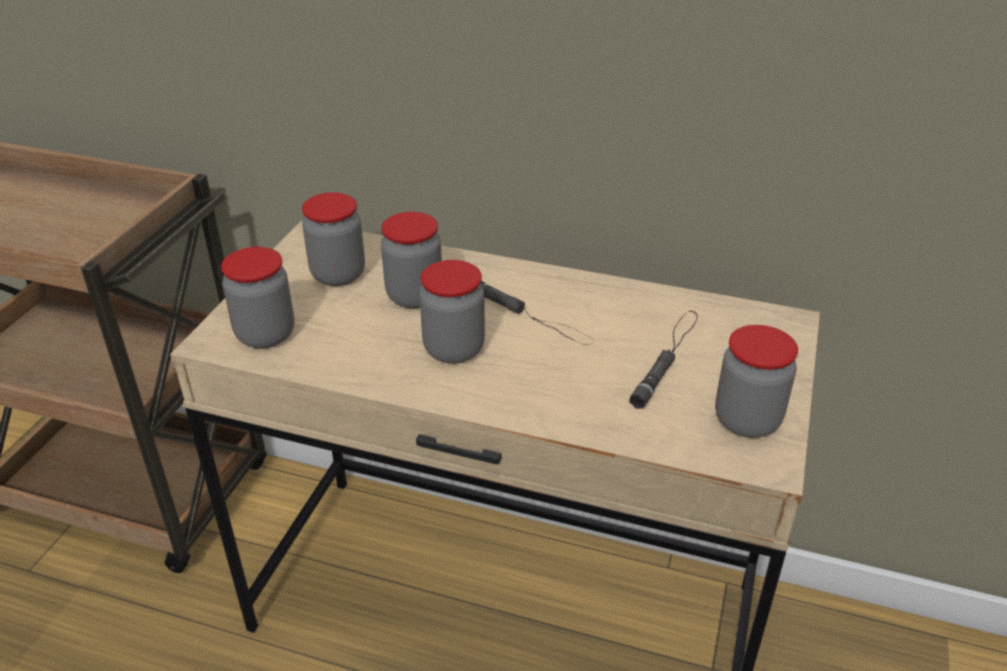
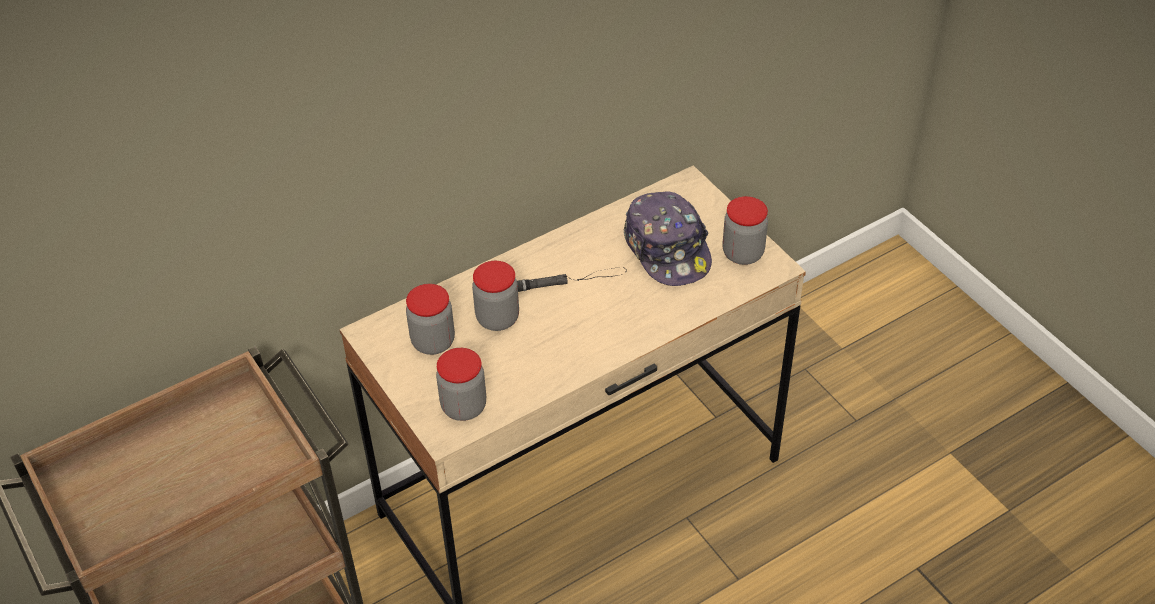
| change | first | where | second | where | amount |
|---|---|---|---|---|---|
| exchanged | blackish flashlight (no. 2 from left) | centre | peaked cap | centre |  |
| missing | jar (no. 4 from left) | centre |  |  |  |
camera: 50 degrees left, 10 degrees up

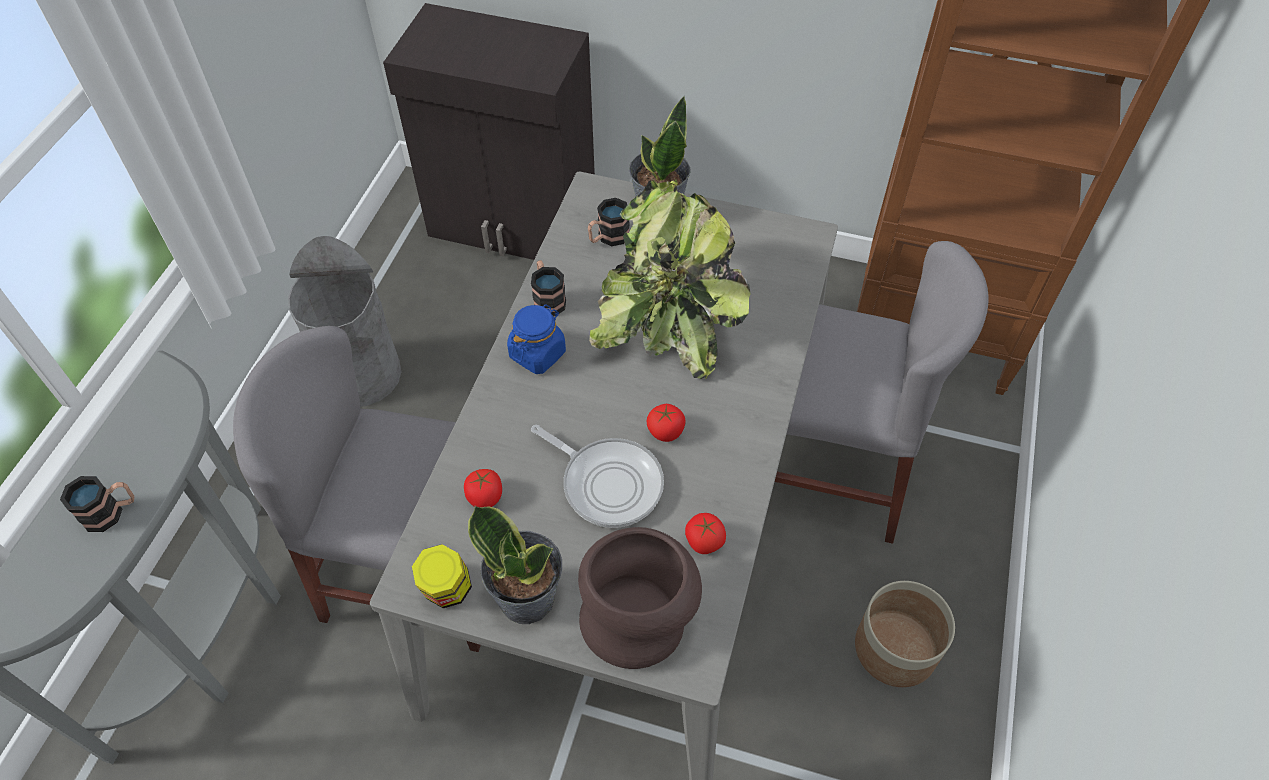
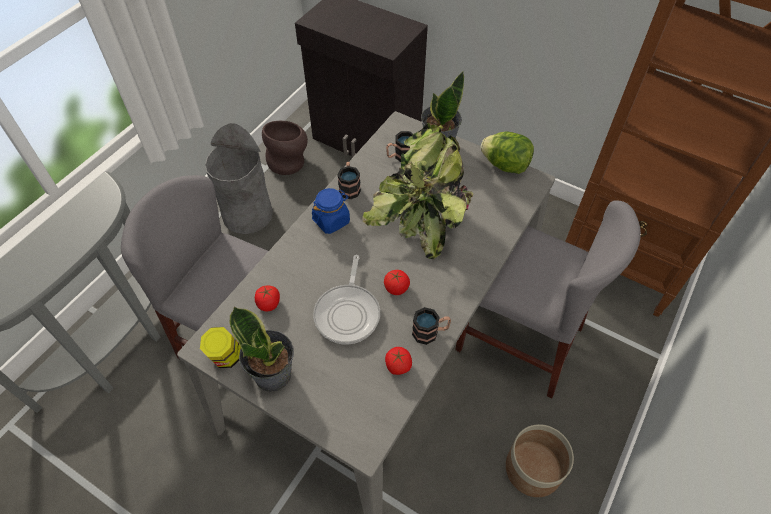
| change | first | where | second | where | amount |
|---|---|---|---|---|---|
| relocated | brown-coloured vase | bottom centre |  | top centre |  |
| spun | frying pan | centre |  | centre | 45 degrees clockwise |
| relocated | tea mug (no. 1 from left in the first image) | middle left | tea mug (no. 3 from left) | centre |  |
| appeared |  |  | lettuce | top centre |  |
camera: 15 degrees right, 0 degrees up

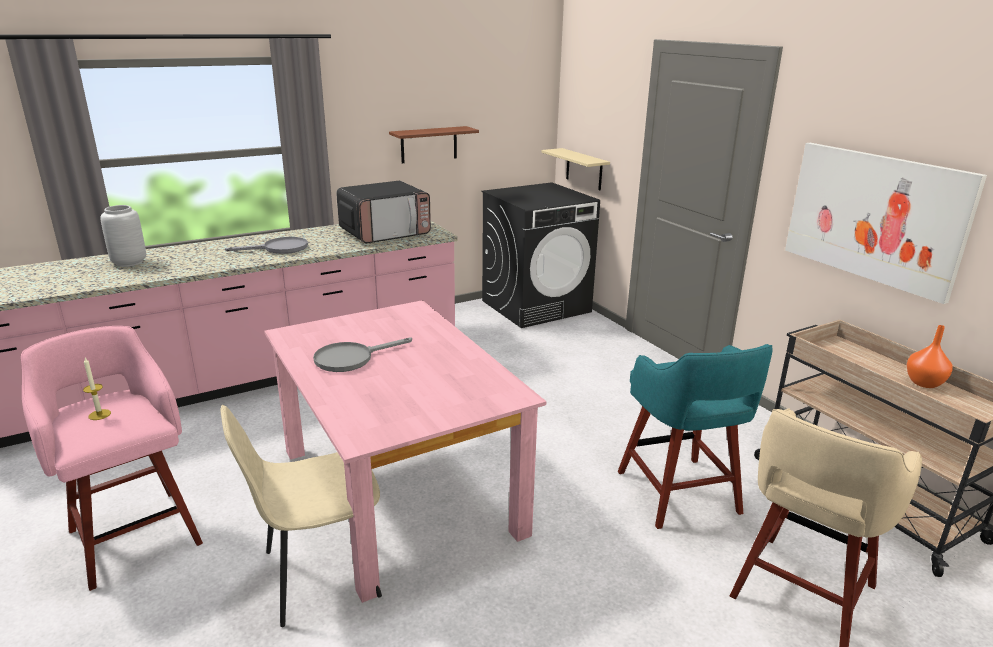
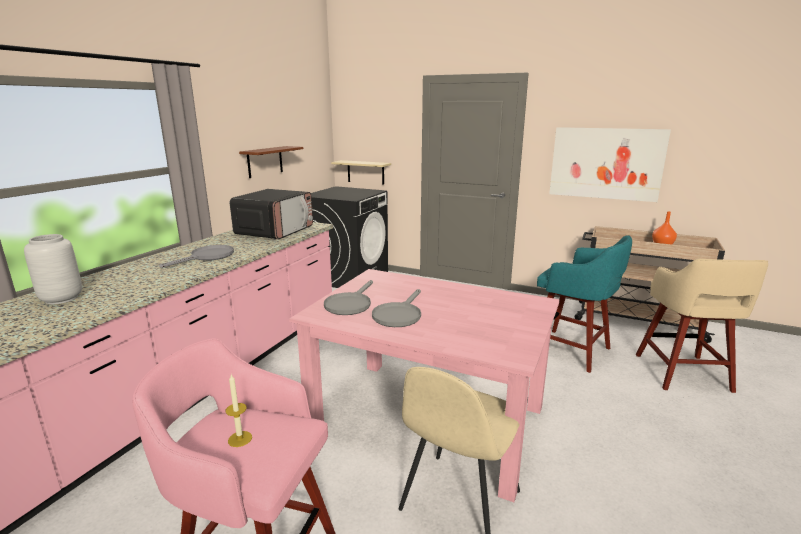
| change | first | where | second | where | amount |
|---|---|---|---|---|---|
| appeared |  |  | gray frying pan (no. 2 from left) | centre |  |
camera: 35 degrees left, 5 degrees down

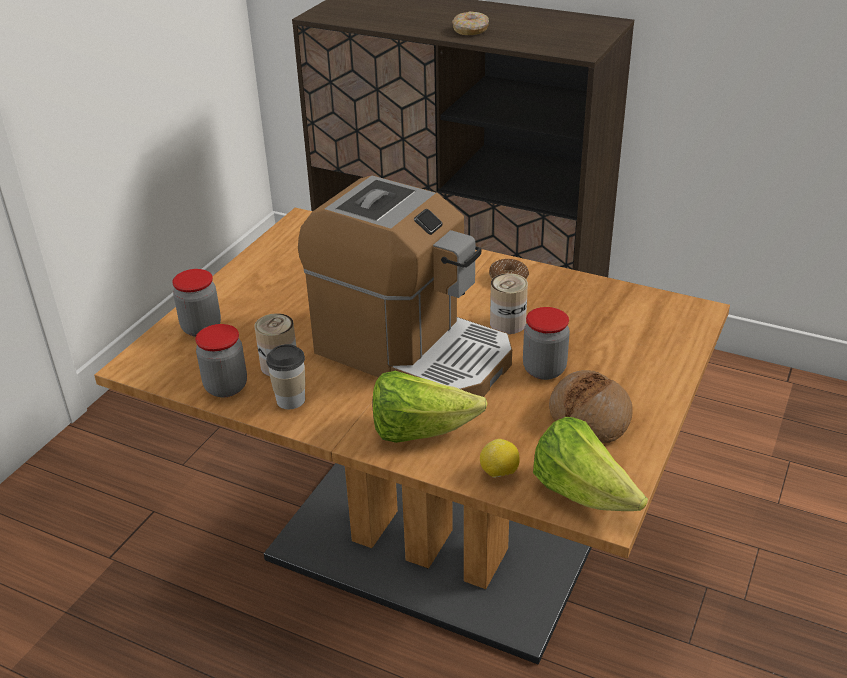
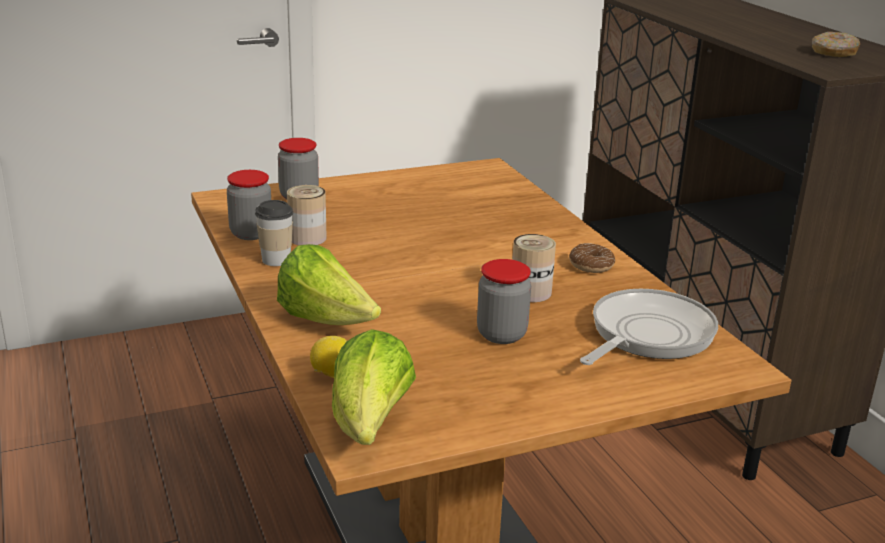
| change | first | where | second | where | amount |
|---|---|---|---|---|---|
| appeared |  |  | frying pan | middle right |  |
| relocated | ring doughnut (no. 1 from left in the first image) | top centre | ring doughnut (no. 2 from left) | top right |  |
| missing | coffee maker | centre |  |  |  |
| missing | baked bread | middle right |  |  |  |
camera: 40 degrees right, 10 degrees down

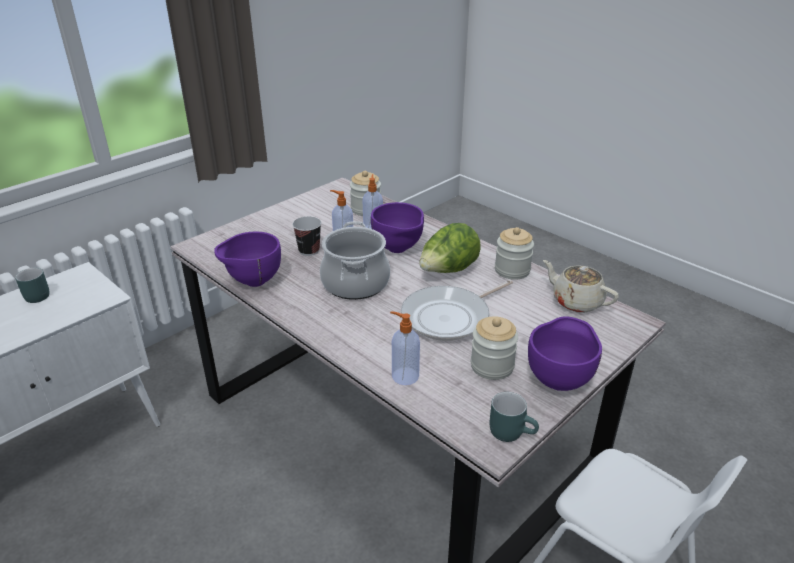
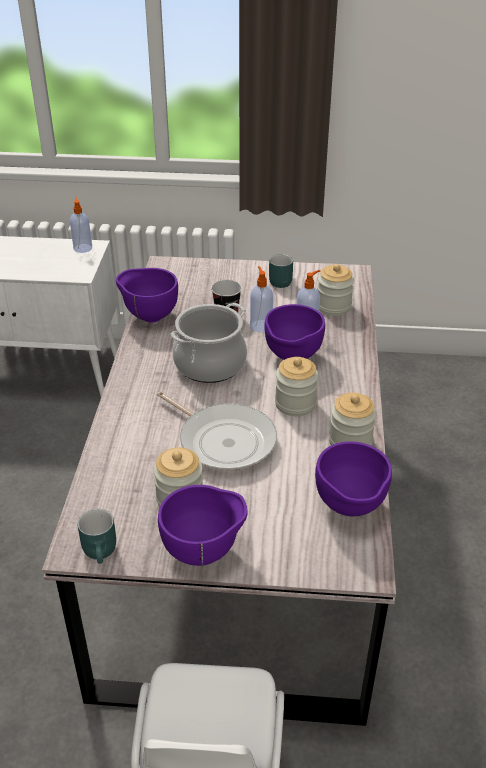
| change | first | where | second | where | amount |
|---|---|---|---|---|---|
| relocated | liquid soap bottle (no. 3 from left in the first image) | centre | liquid soap bottle (no. 1 from left) | top left |  |
| spun | frying pan | centre |  | centre | 150 degrees counterclockwise |
| relocated | blue-green tea mug (no. 1 from left in the first image) | middle left | blue-green tea mug (no. 2 from left) | centre |  |
| exchanged | lettuce | centre | jar (no. 2 from left) | centre |  |
| exchanged | beige-coloured tea pot | middle right | purple deep dish (no. 4 from left) | middle right |  |
camera: 50 degrees right, 5 degrees up

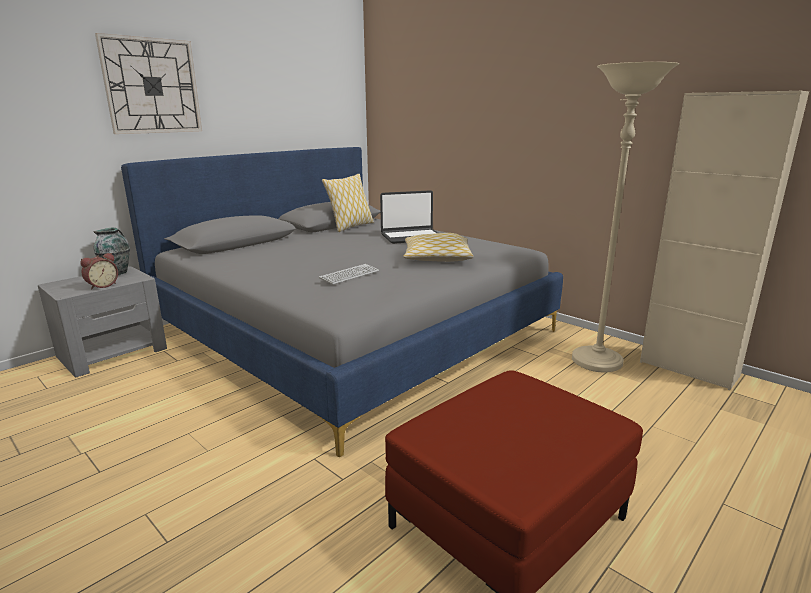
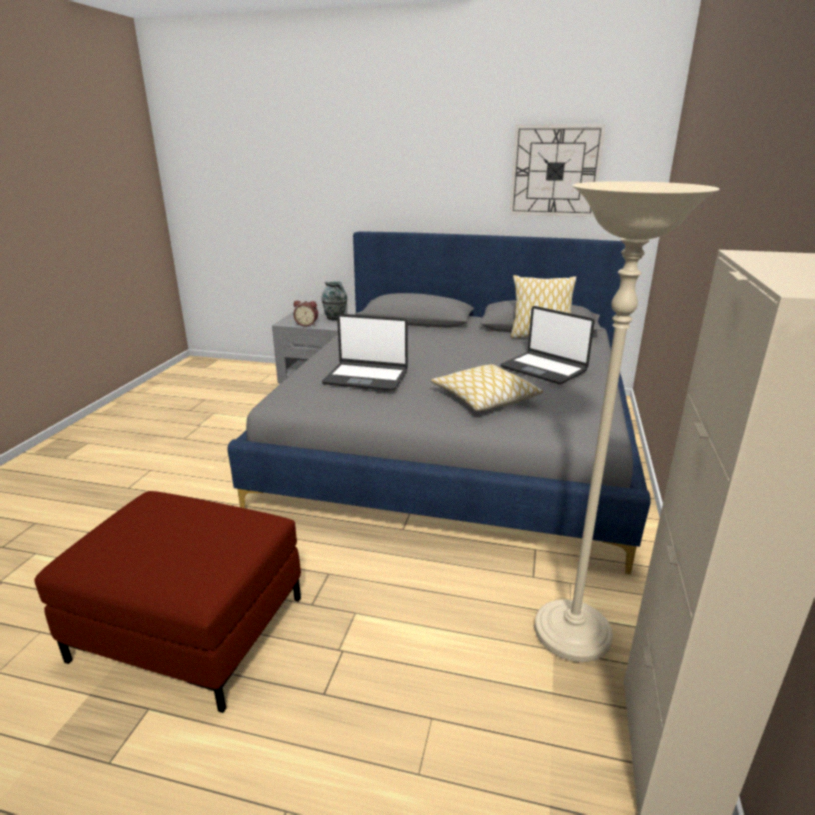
| change | first | where | second | where | amount |
|---|---|---|---|---|---|
| exchanged | keyboard | centre | portable computer (no. 1 from left) | centre |  |
| relocated | clock on the wall | top left |  | top right |  |
camera: 60 degrees right, 5 degrees up

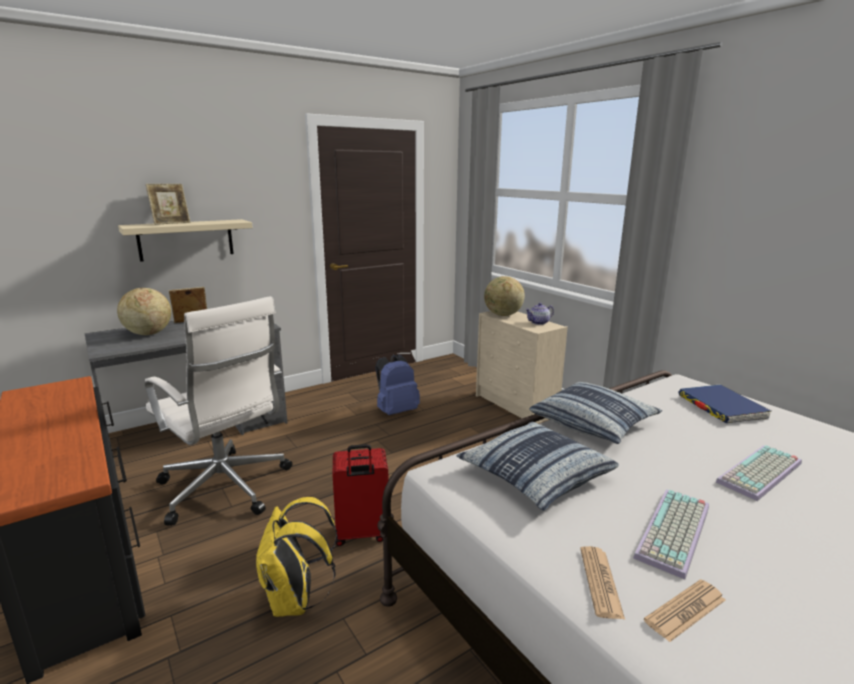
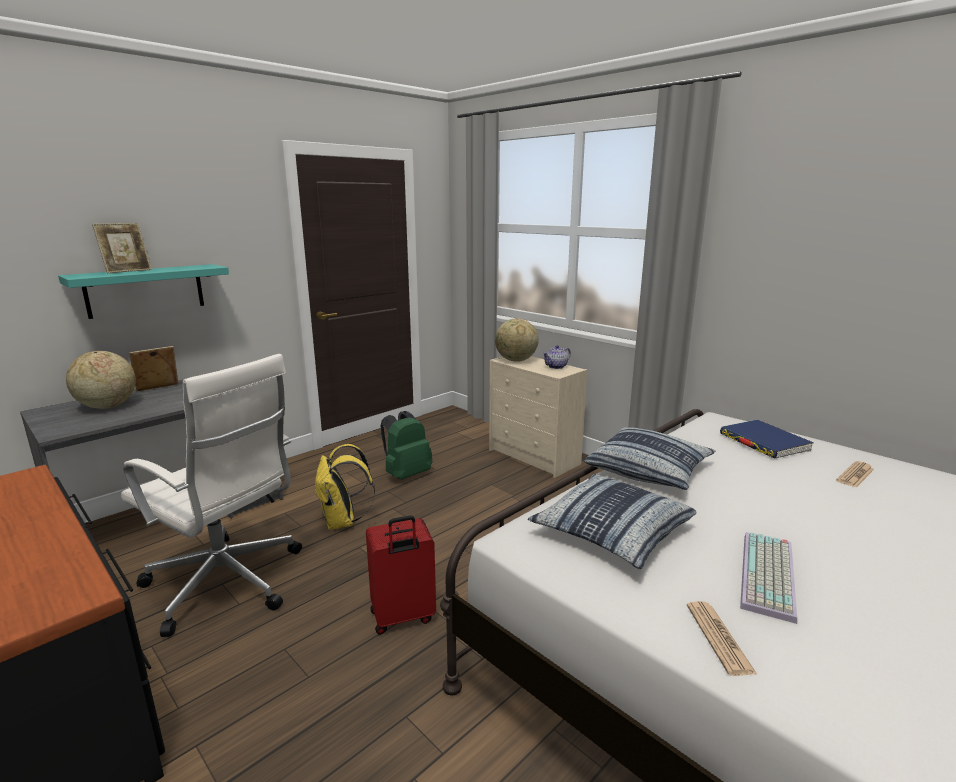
| change | first | where | second | where | amount |
|---|---|---|---|---|---|
| colour | beige-coloured shelf | middle left | blue-green shelf | middle left |  |
| relocated | yellowish backpack | bottom centre |  | centre |  |
| colour | blue-coloured backpack | centre | green-coloured backpack | centre |  |
| relocated | daily paper (no. 2 from left) | bottom right |  | middle right |  |
| missing | keyboard (no. 2 from left) | bottom right |  |  |  |
camera: 10 degrees left, 0 degrees up

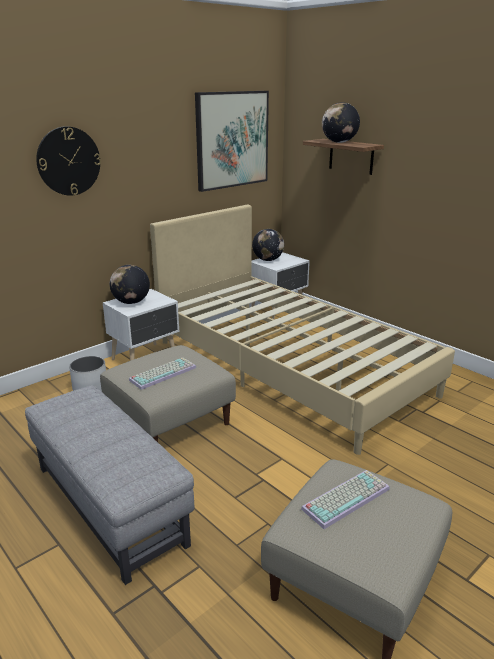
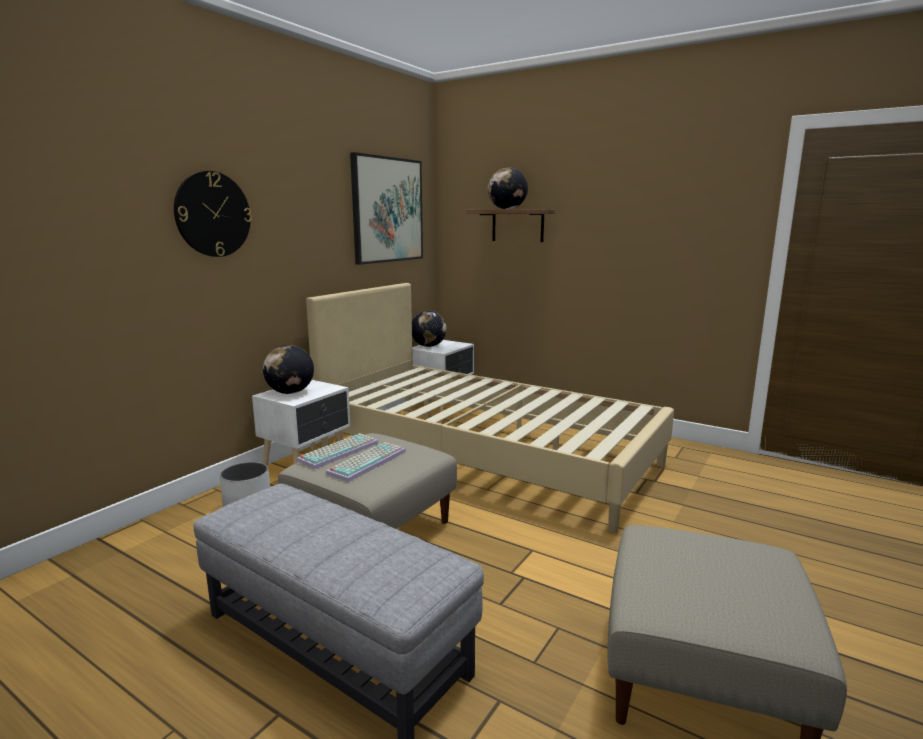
| change | first | where | second | where | amount |
|---|---|---|---|---|---|
| relocated | keyboard (no. 2 from left in the first image) | bottom right | keyboard (no. 1 from left) | centre |  |
camera: 15 degrees left, 10 degrees down

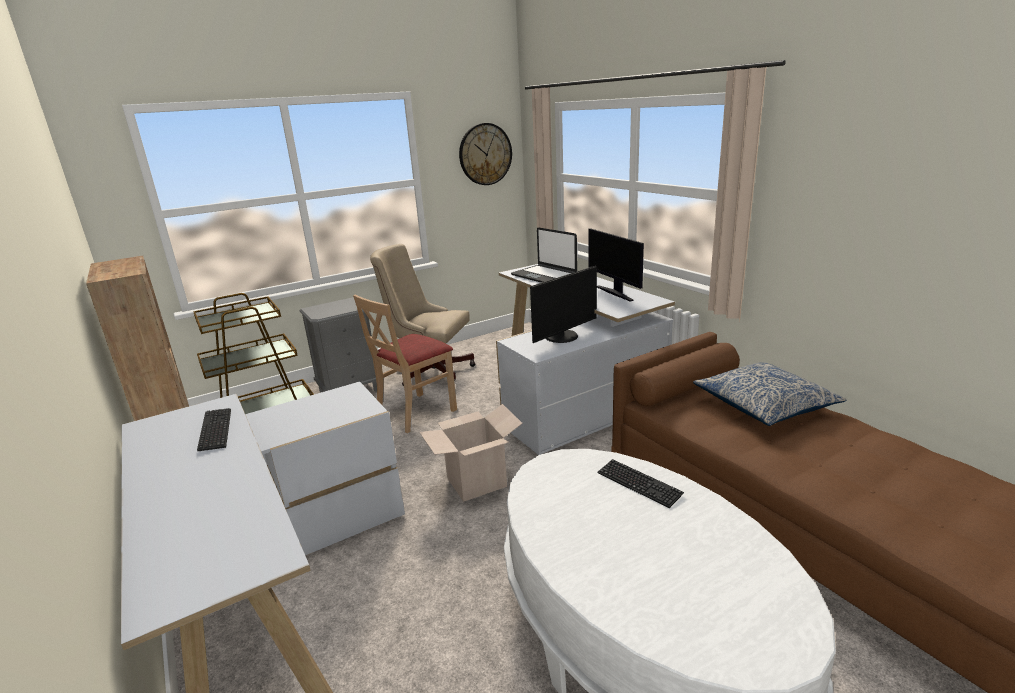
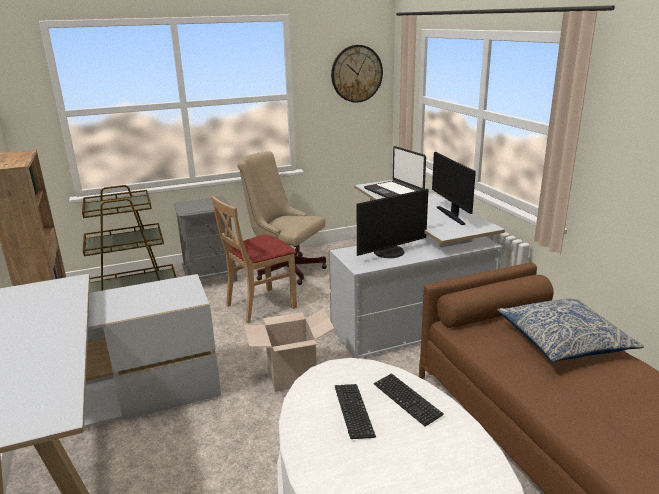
| change | first | where | second | where | amount |
|---|---|---|---|---|---|
| relocated | keyboard (no. 1 from left) | middle left |  | bottom centre |  |
camera: 10 degrees right, 0 degrees up

